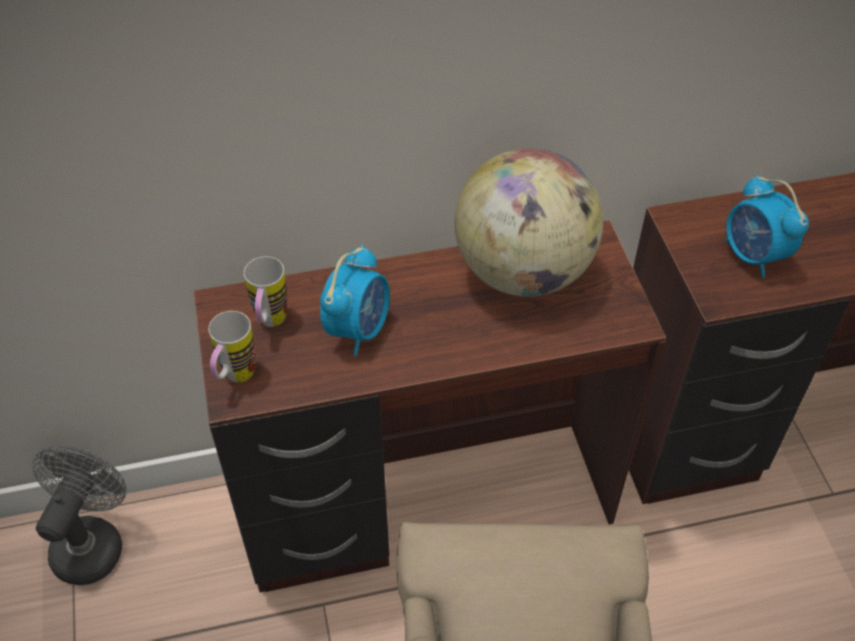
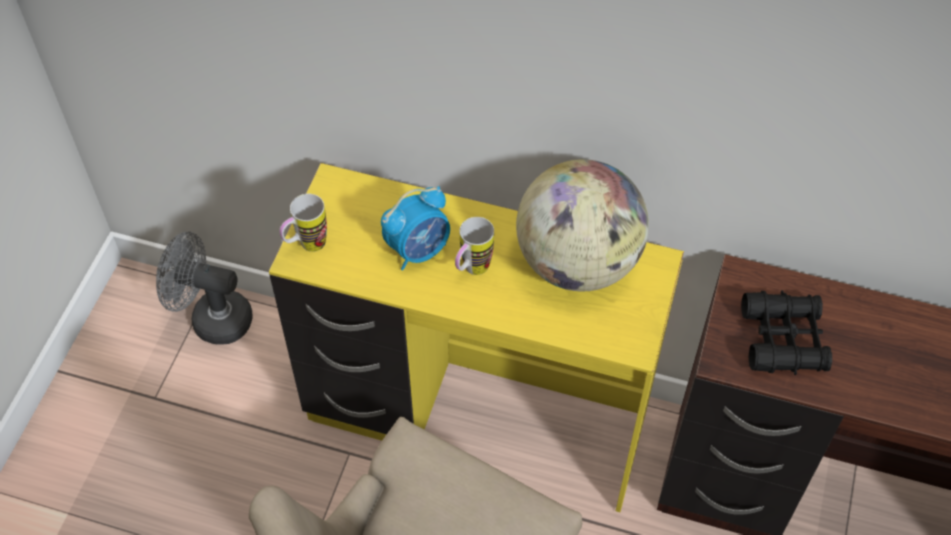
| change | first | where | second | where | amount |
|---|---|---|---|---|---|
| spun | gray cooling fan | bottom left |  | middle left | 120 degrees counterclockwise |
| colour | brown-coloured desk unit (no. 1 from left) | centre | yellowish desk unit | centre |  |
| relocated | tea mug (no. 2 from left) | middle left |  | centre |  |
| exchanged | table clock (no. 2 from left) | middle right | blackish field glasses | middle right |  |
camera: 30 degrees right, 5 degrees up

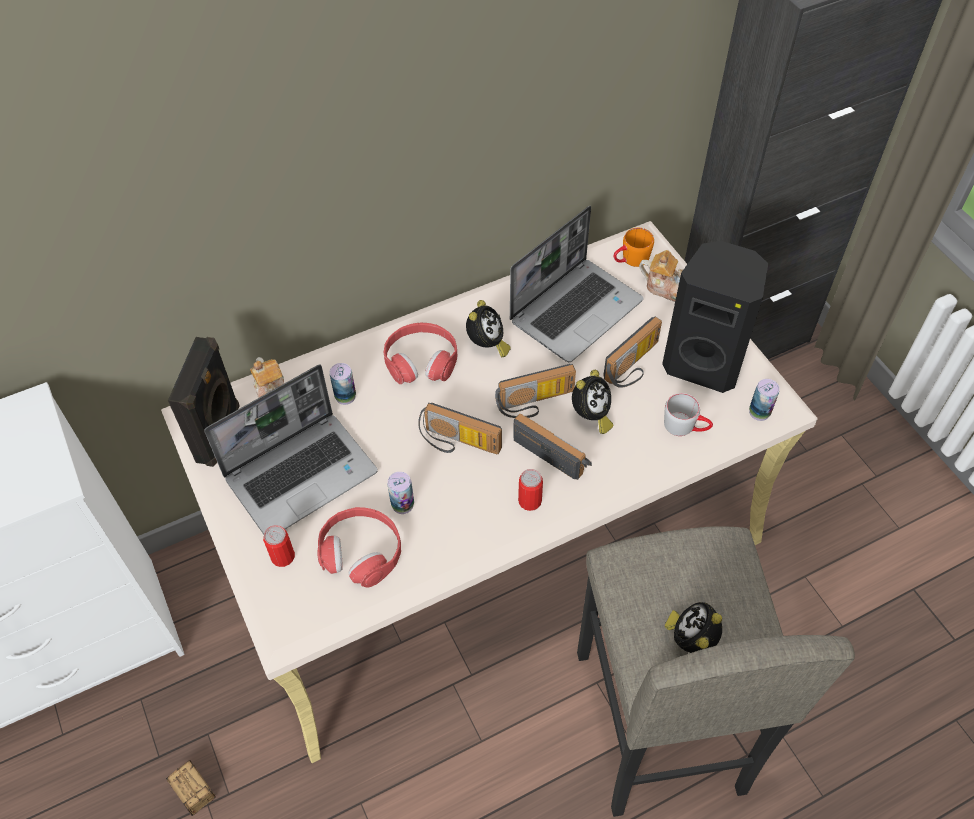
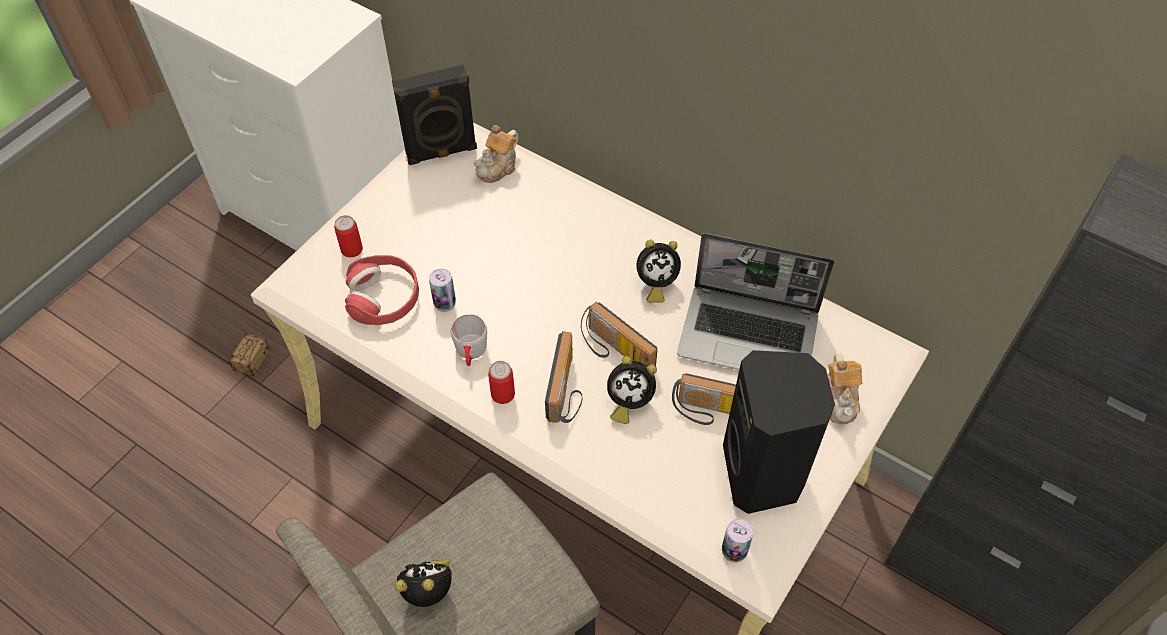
| change | first | where | second | where | amount |
|---|---|---|---|---|---|
| relocated | gray tea mug | middle right |  | centre |  |
| missing | portable computer (no. 1 from left) | middle left |  |  |  |
| missing | metal can (no. 2 from left) | centre |  |  |  |
| missing | reddish headset (no. 2 from left) | centre |  |  |  |
| missing | radio (no. 1 from left) | centre |  |  |  |
| missing | orange-coloured tea mug | top centre |  |  |  |
camera: 60 degrees right, 0 degrees up

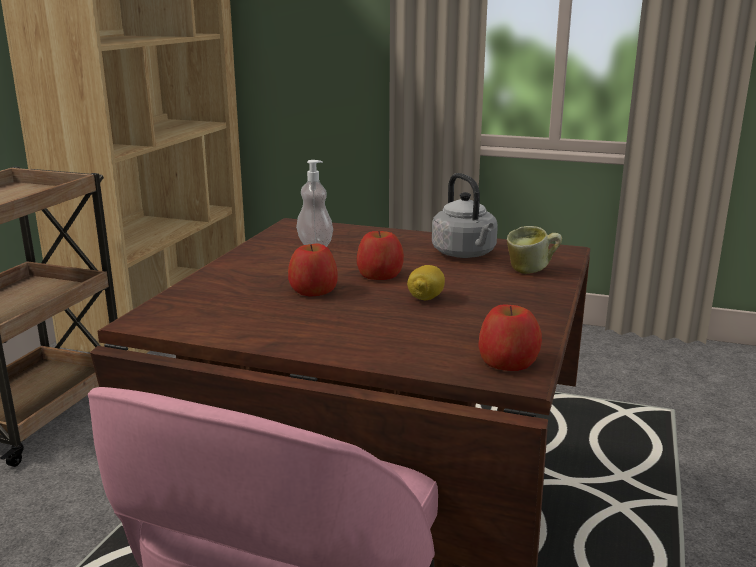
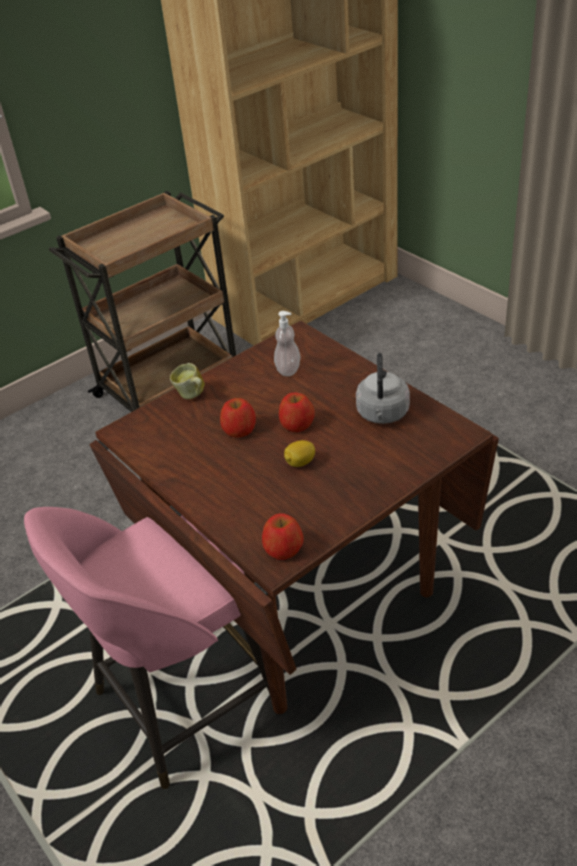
| change | first | where | second | where | amount |
|---|---|---|---|---|---|
| relocated | tea mug | middle right |  | middle left |  |
camera: 35 degrees right, 20 degrees up

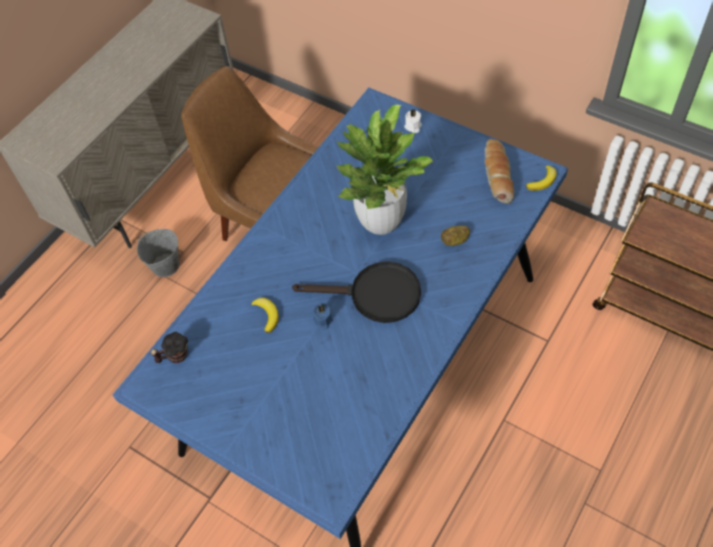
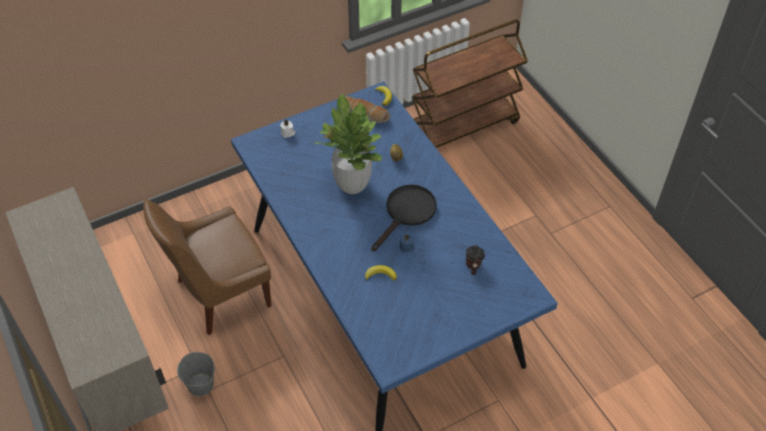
| change | first | where | second | where | amount |
|---|---|---|---|---|---|
| relocated | tea mug | middle left |  | centre |  |
camera: 65 degrees left, 5 degrees down

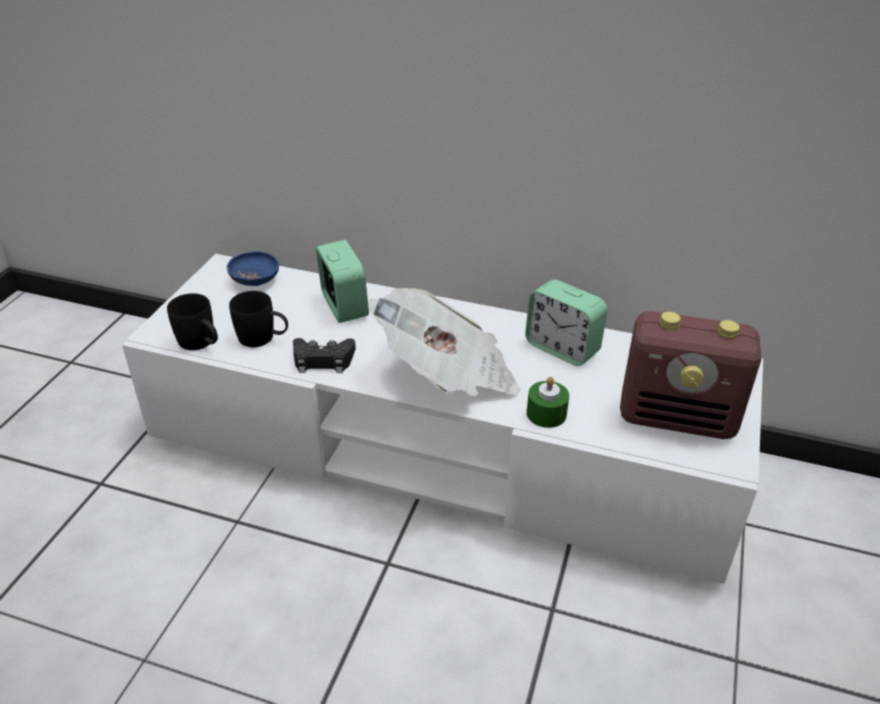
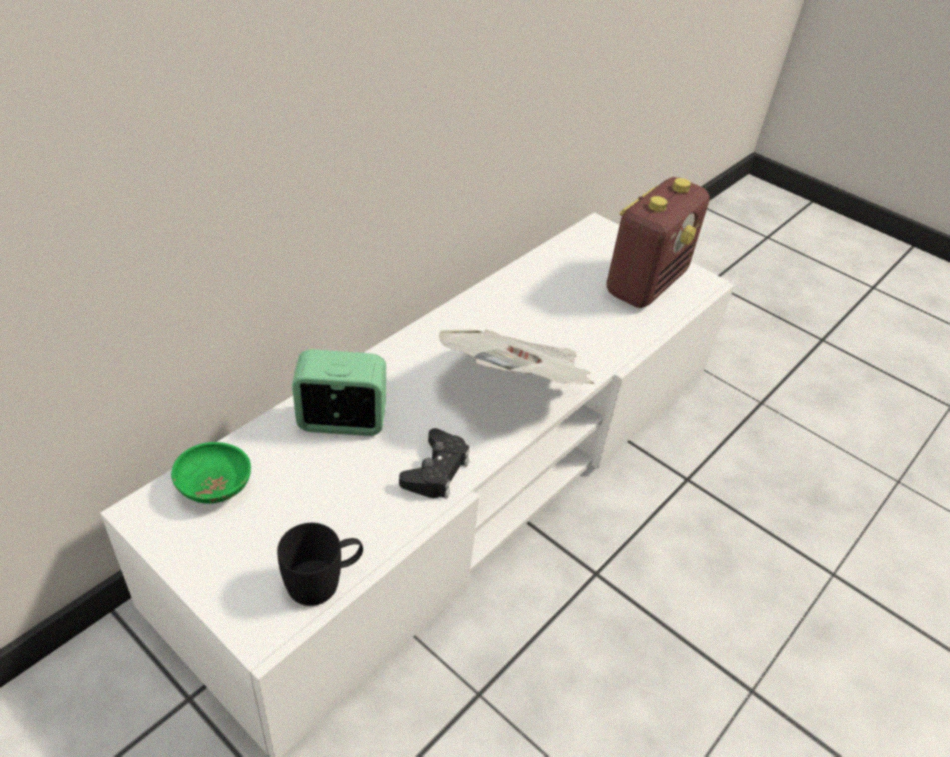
| change | first | where | second | where | amount |
|---|---|---|---|---|---|
| colour | blue-coloured deep dish | middle left | green-coloured deep dish | middle left |  |
| missing | blackish tea mug (no. 2 from left) | middle left |  |  |  |
| missing | table clock (no. 2 from left) | centre |  |  |  |
| missing | green-coloured wax light | centre |  |  |  |
camera: 70 degrees left, 5 degrees up

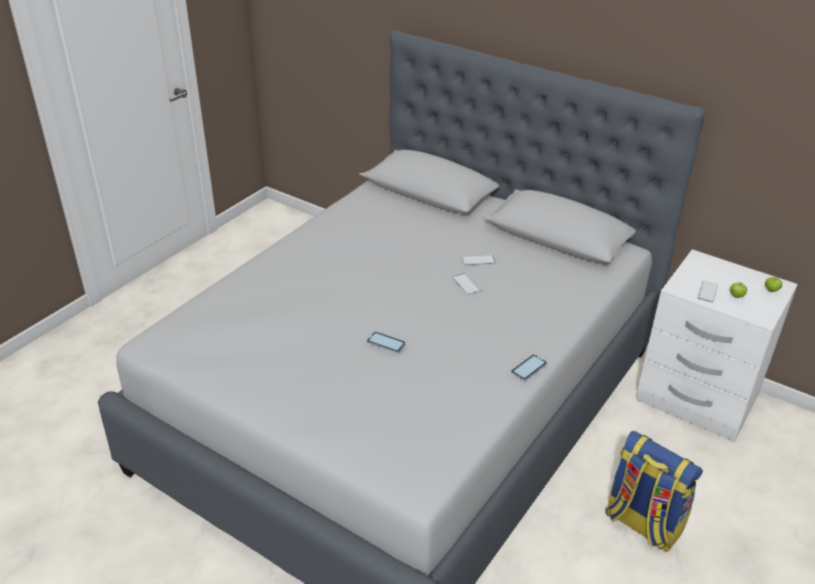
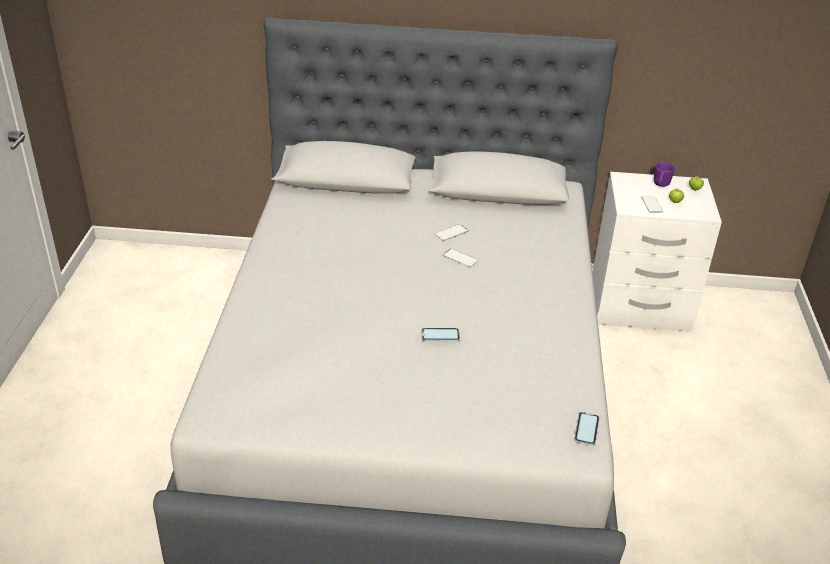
| change | first | where | second | where | amount |
|---|---|---|---|---|---|
| relocated | telephone (no. 4 from left) | centre |  | bottom right |  |
| appeared |  |  | purple tea mug | top right |  |
| missing | backpack | bottom right |  |  |  |
camera: 30 degrees left, 0 degrees up

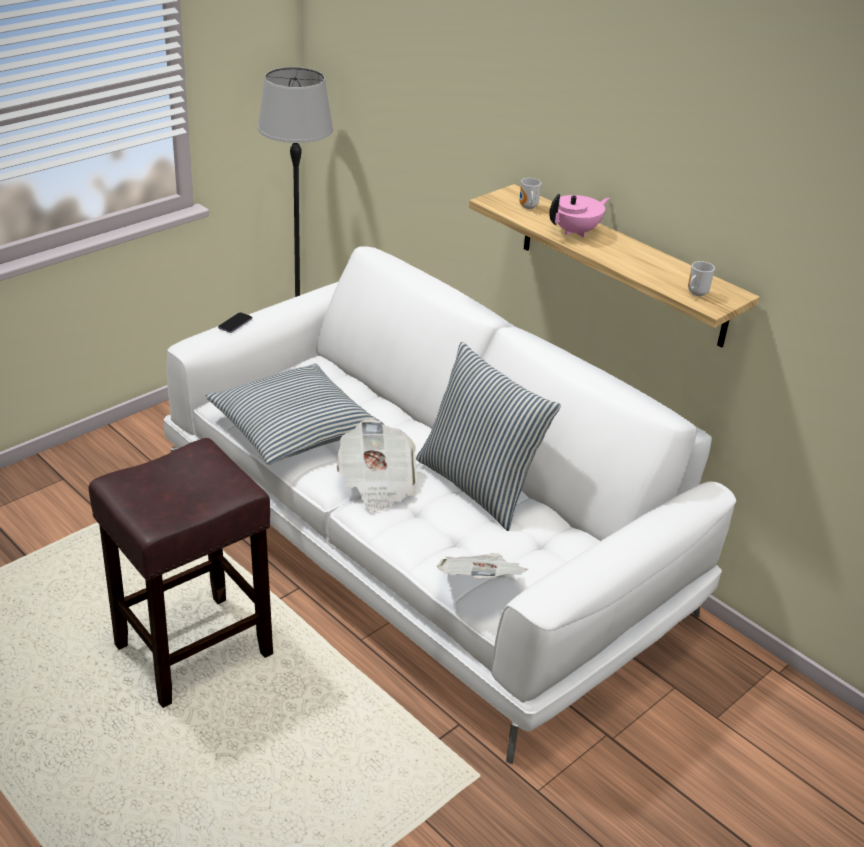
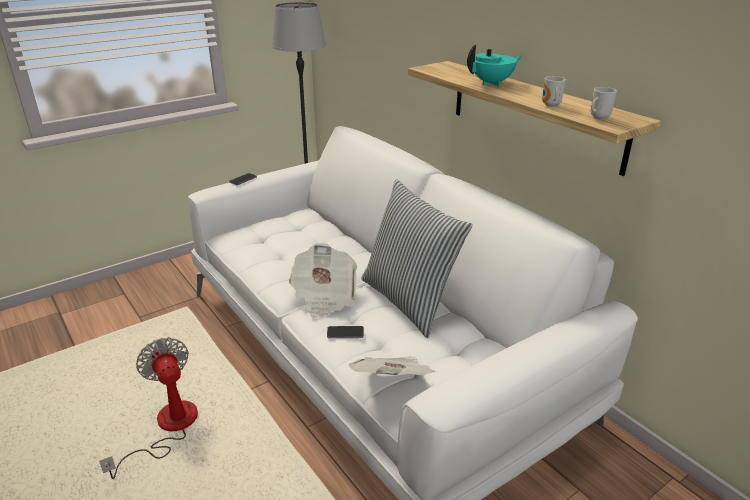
| change | first | where | second | where | amount |
|---|---|---|---|---|---|
| exchanged | brown-coloured sitting stool | bottom left | cooling fan | bottom left |  |
| appeared |  |  | telephone (no. 2 from left) | centre |  |
| colour | pink-coloured tea pot | top right | blue-green tea pot | top centre |  |
| relocated | tea mug (no. 1 from left) | top centre |  | top right |  |
| missing | throw pillow (no. 1 from left) | centre |  |  |  |
camera: 10 degrees right, 5 degrees down

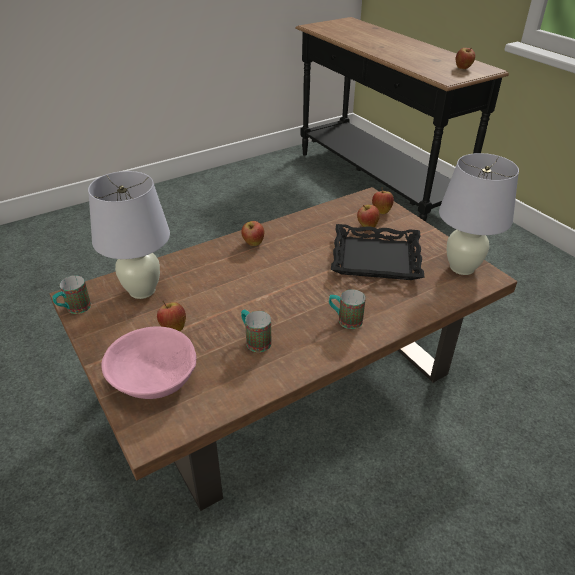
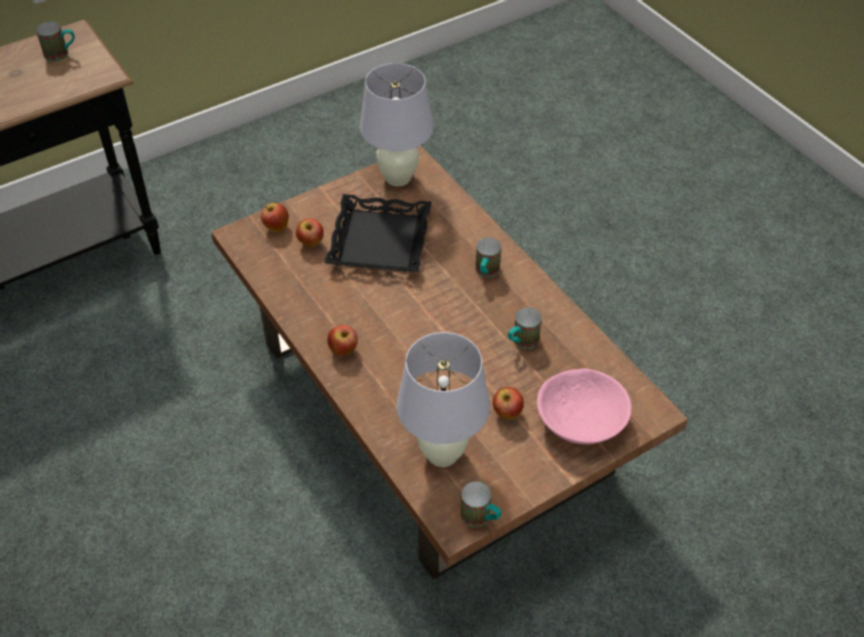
| change | first | where | second | where | amount |
|---|---|---|---|---|---|
| exchanged | apple (no. 5 from left) | top right | tea mug (no. 1 from left) | top left |  |
camera: 90 degrees left, 10 degrees up

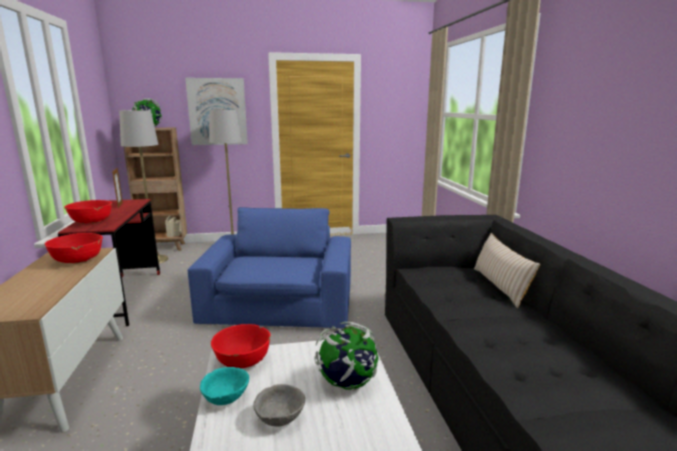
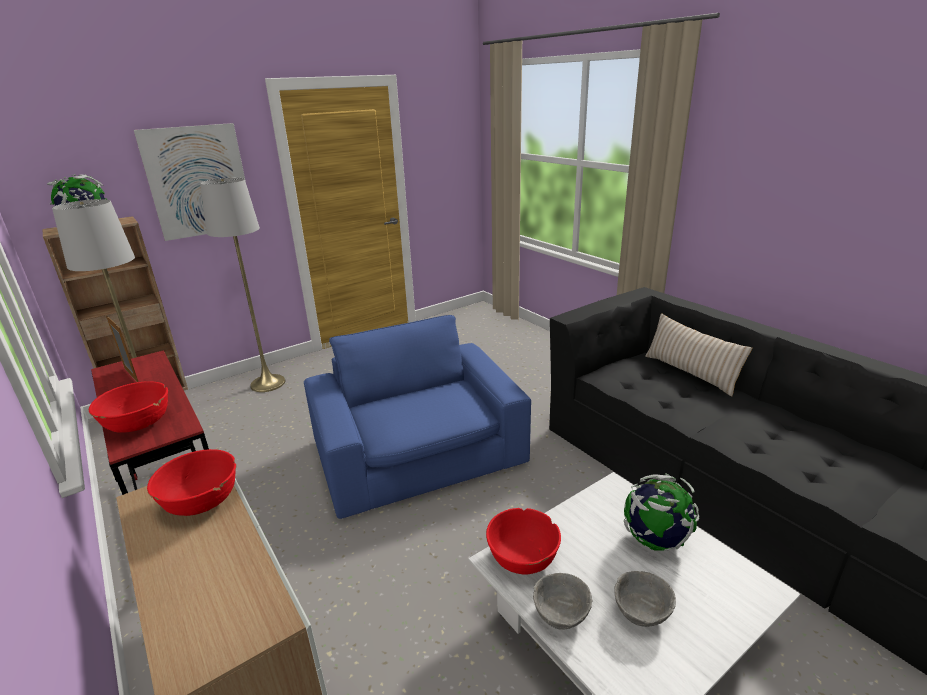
| change | first | where | second | where | amount |
|---|---|---|---|---|---|
| colour | blue-green deep dish | bottom left | gray deep dish (no. 1 from left) | bottom centre |  |
camera: 25 degrees left, 10 degrees up

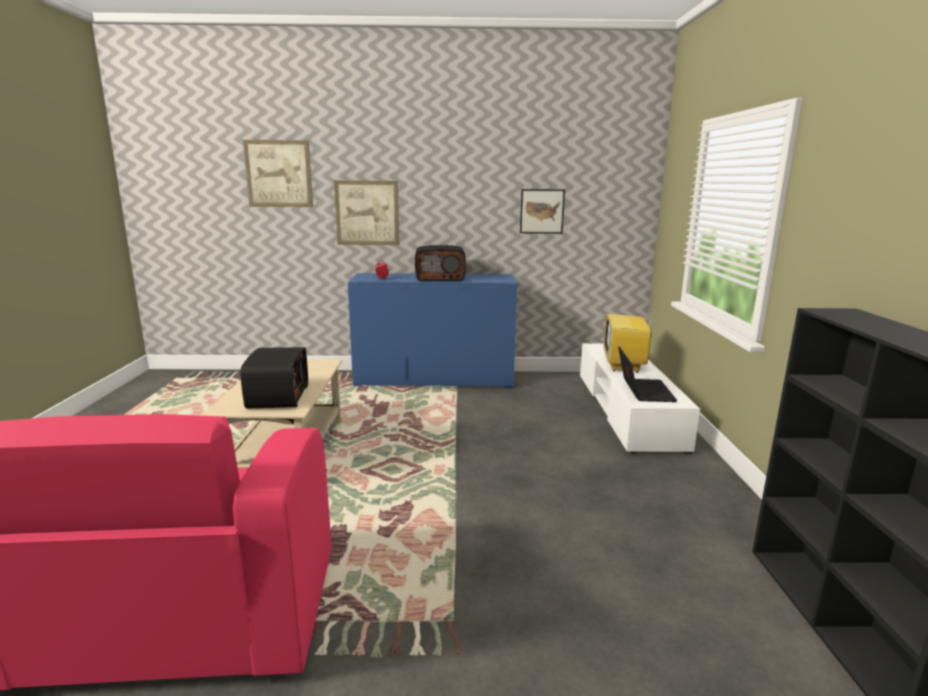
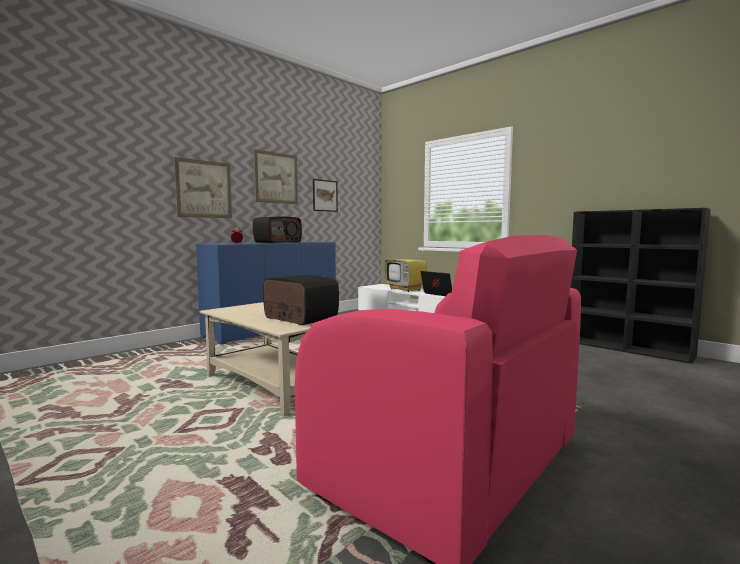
| change | first | where | second | where | amount |
|---|---|---|---|---|---|
| relocated | picture (no. 1 from left in the first image) | top left | picture (no. 2 from left) | top centre |  |
camera: 45 degrees left, 10 degrees down

